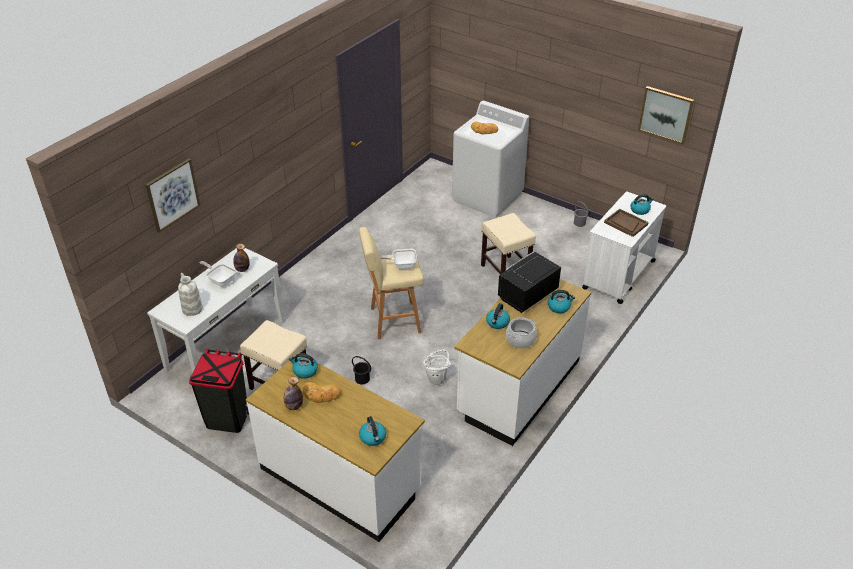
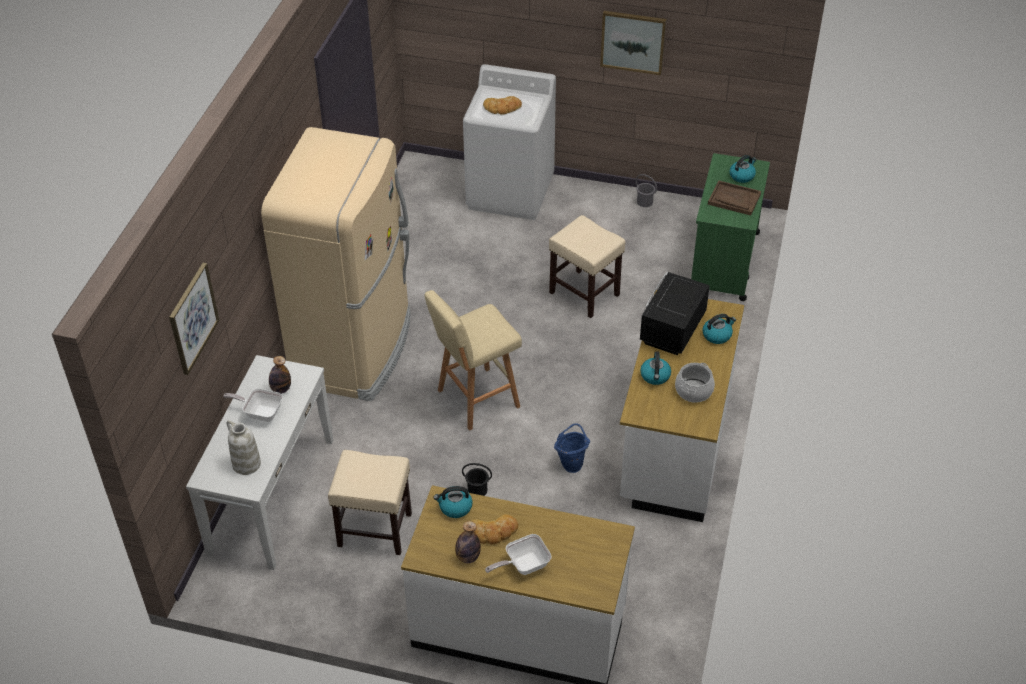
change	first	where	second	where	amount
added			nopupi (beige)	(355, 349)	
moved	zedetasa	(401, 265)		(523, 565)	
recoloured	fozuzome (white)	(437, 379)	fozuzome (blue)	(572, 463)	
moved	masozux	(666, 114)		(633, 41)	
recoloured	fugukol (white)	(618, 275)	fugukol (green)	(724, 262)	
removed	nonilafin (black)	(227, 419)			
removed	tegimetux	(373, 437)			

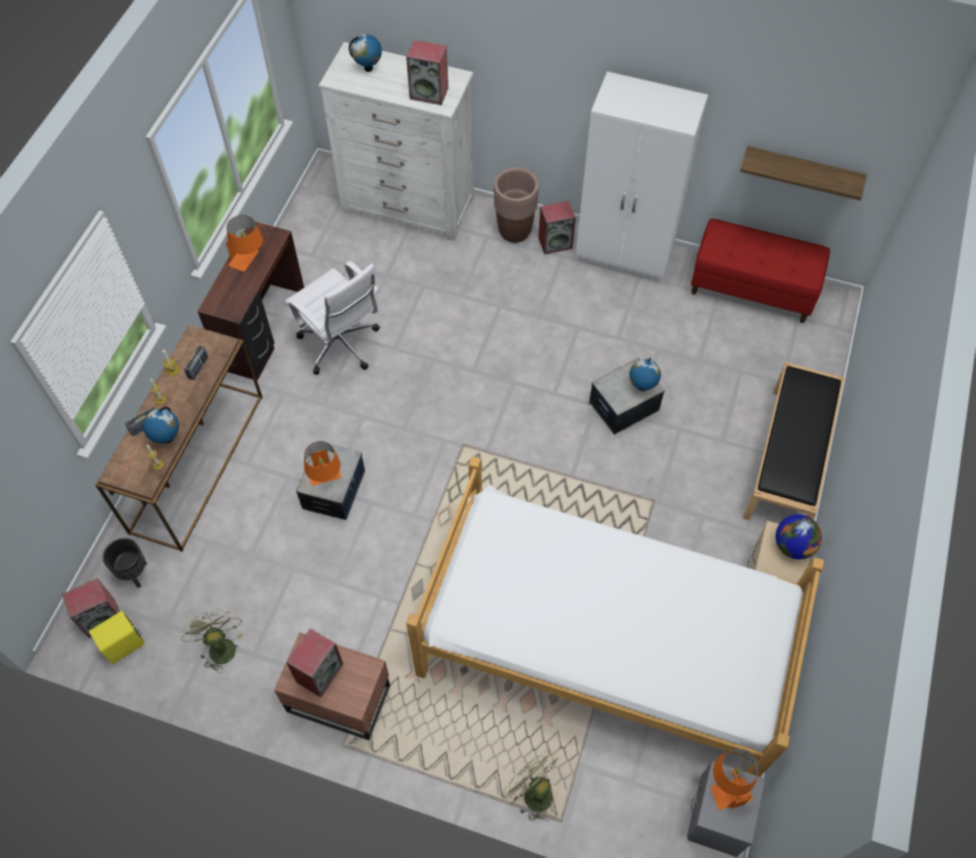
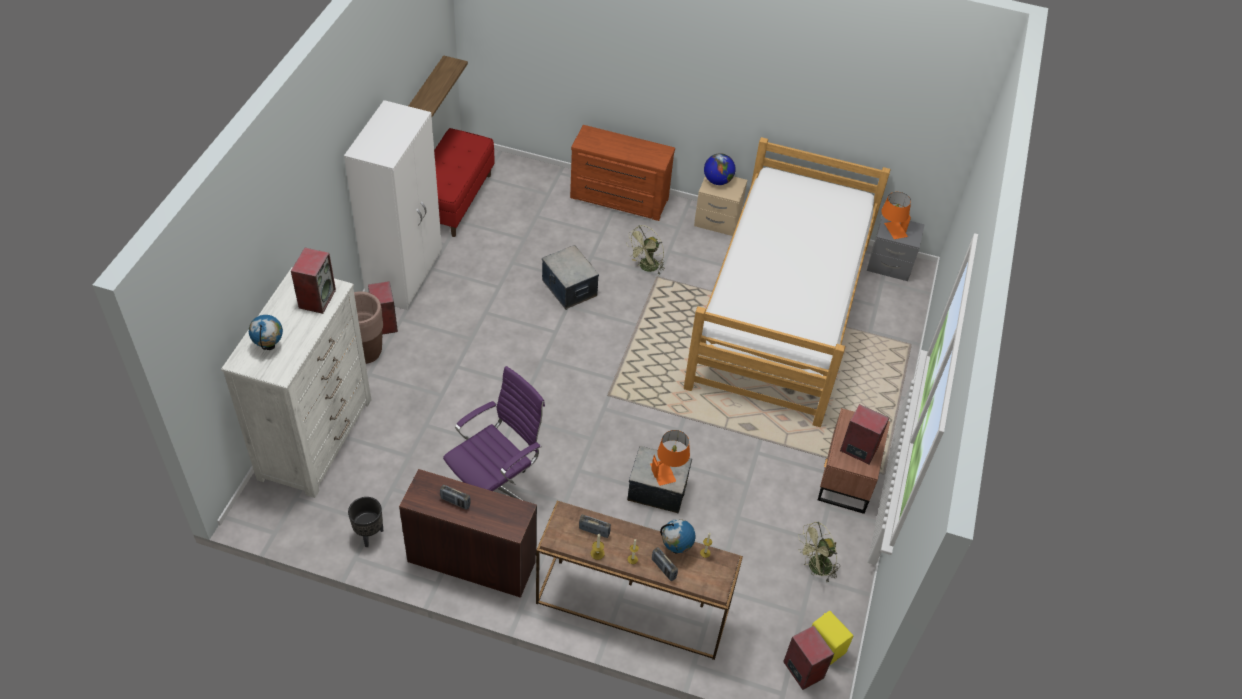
change	first	where	second	where	amount
moved	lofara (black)	(135, 574)		(369, 534)	
replaced	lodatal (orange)	(249, 260)	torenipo	(455, 502)	
recoloured	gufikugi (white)	(342, 346)	gufikugi (purple)	(496, 490)	
replaced	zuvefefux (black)	(788, 460)	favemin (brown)	(618, 199)	
moved	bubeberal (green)	(532, 793)		(646, 267)	
removed	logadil	(642, 387)			

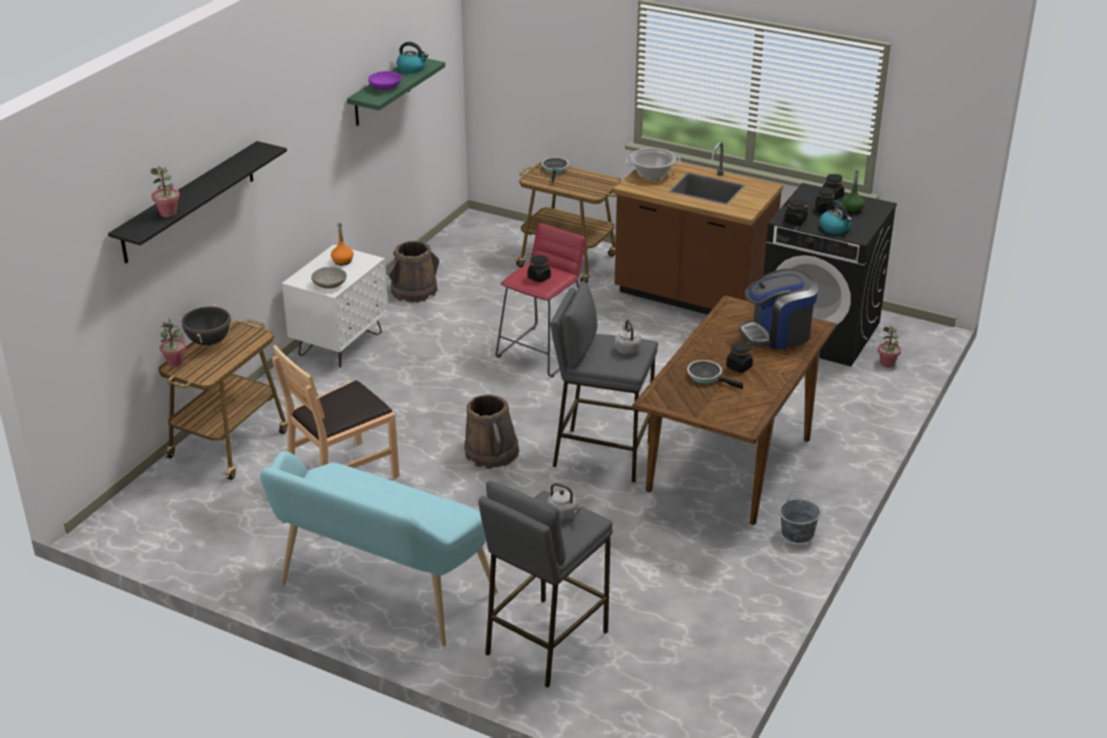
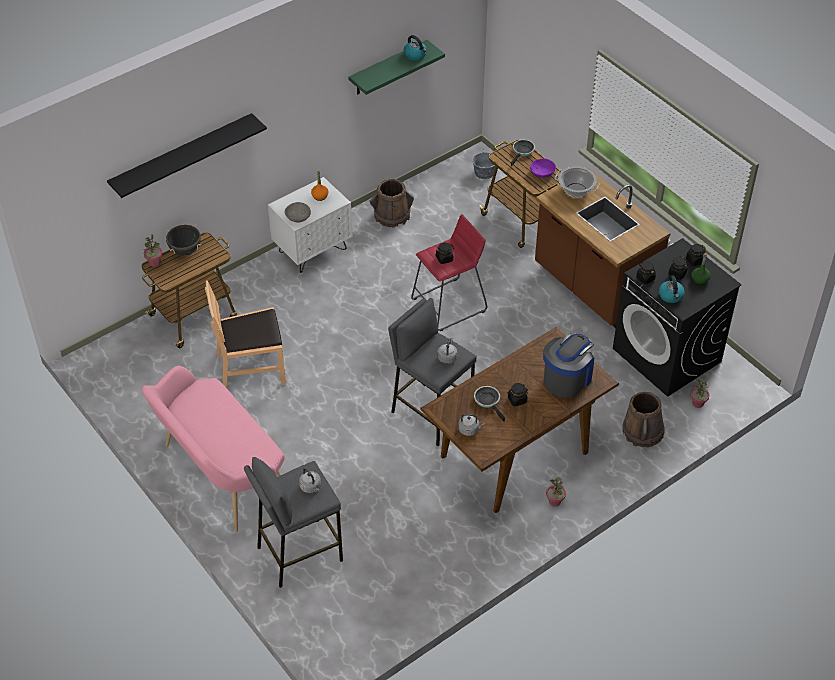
change	first	where	second	where	amount
recoloured	zuvefefux (turquoise)	(379, 593)	zuvefefux (pink)	(220, 475)	
added			tegimetux (grey)	(470, 429)	
moved	fozuzome (grey)	(797, 533)		(484, 173)	
moved	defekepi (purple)	(385, 87)		(542, 173)	
turned	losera	(777, 334)		(567, 378)	120 degrees clockwise
moved	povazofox	(168, 213)		(555, 501)	
moved	fozuzome (brown)	(491, 453)		(642, 431)	

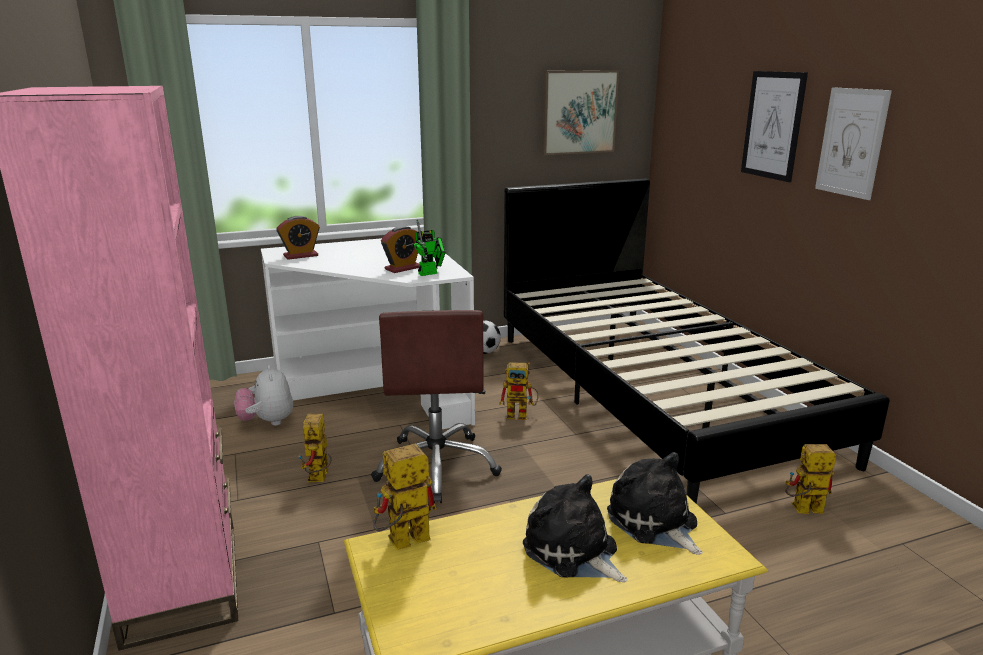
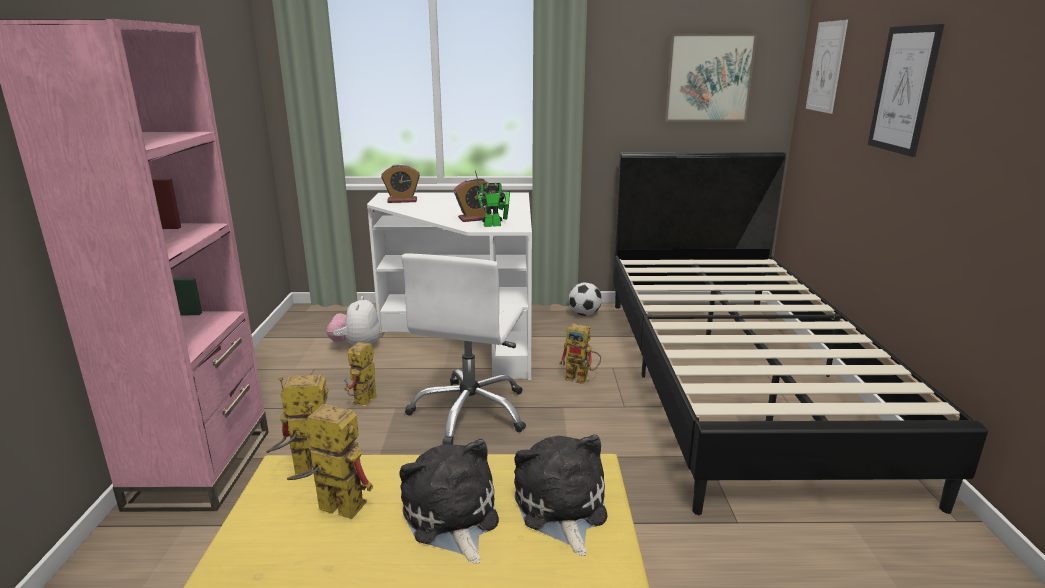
change	first	where	second	where	amount
moved	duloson	(802, 510)		(331, 506)	
recoloured	gufikugi (brown)	(437, 466)	gufikugi (white)	(470, 412)	
moved	masozux	(851, 142)		(826, 67)	

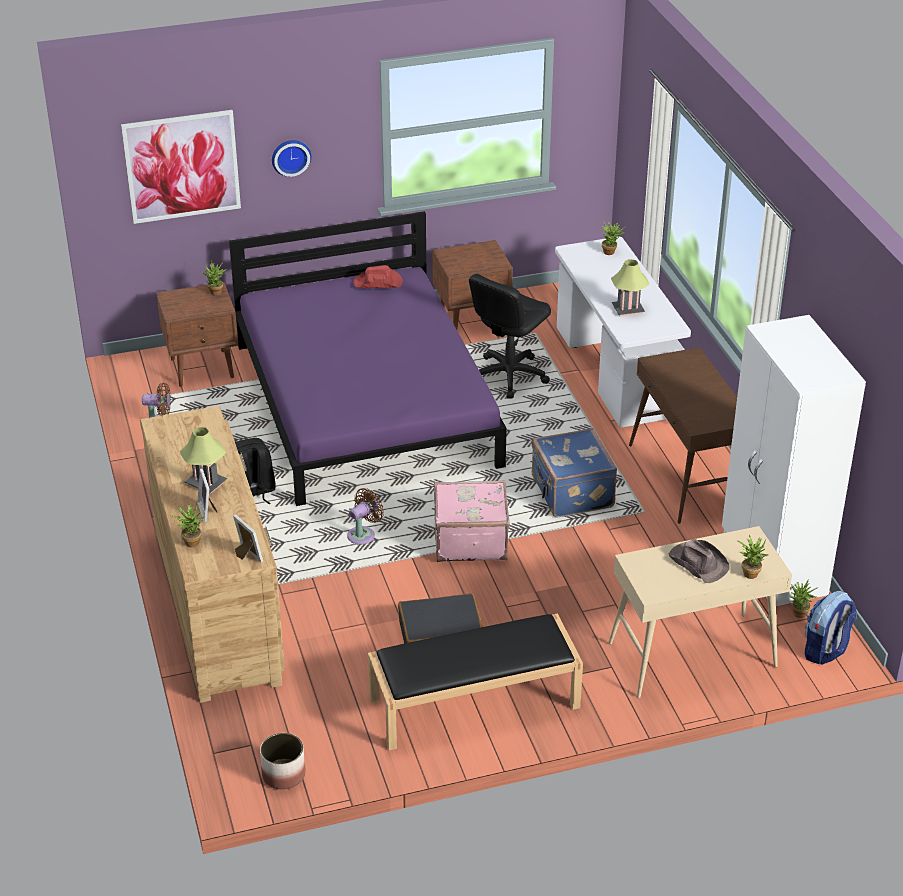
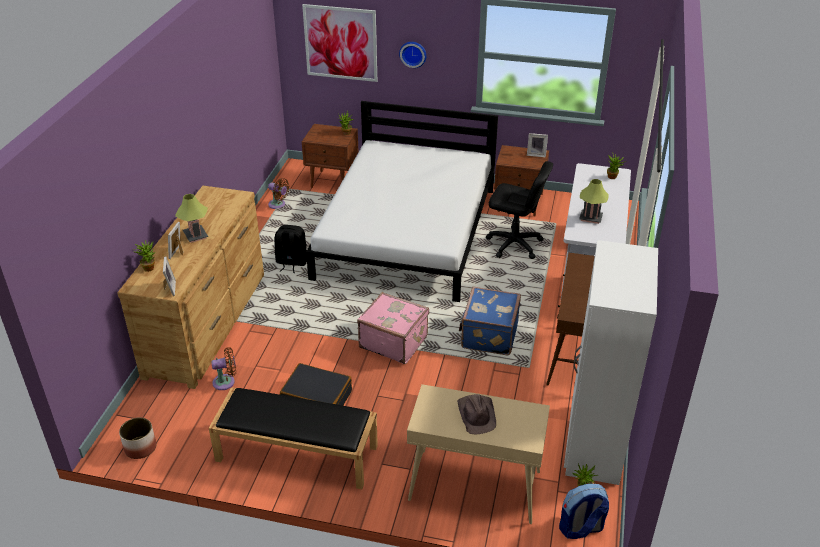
change	first	where	second	where	amount
moved	bubeberal (brown)	(363, 534)		(226, 382)	
recoloured	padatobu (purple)	(366, 404)	padatobu (white)	(408, 233)	
turned	gufikugi (black)	(509, 375)		(514, 244)	135 degrees counterclockwise
added			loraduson	(536, 154)	
removed	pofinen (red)	(378, 283)			
removed	povazofox	(749, 572)			

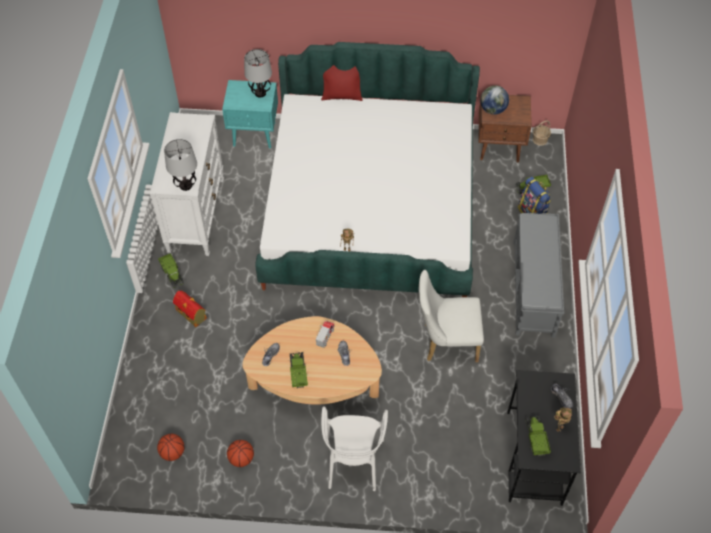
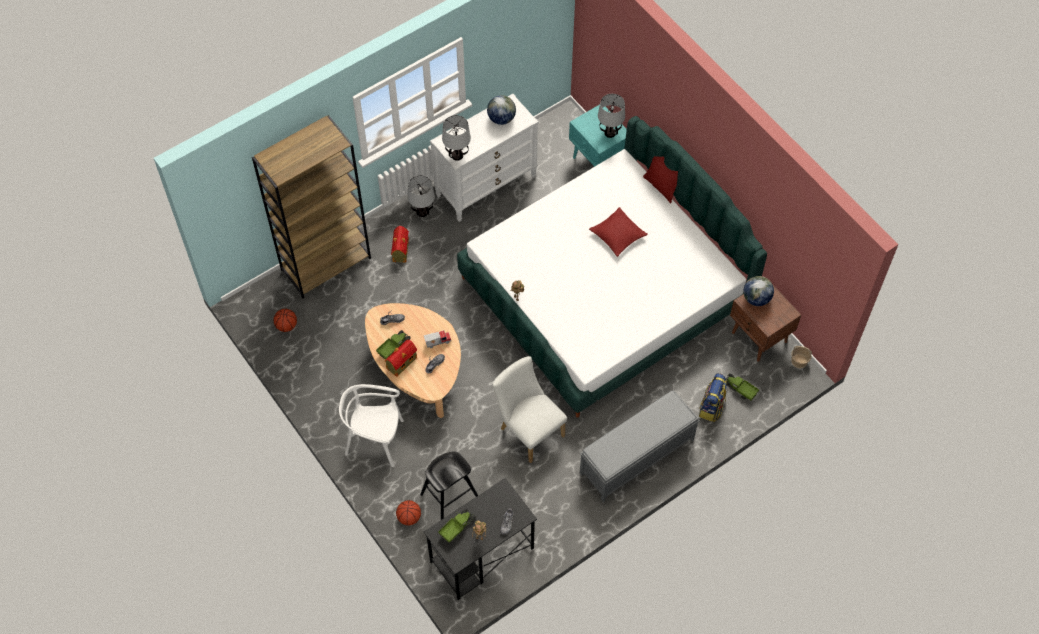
change	first	where	second	where	amount
added			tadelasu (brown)	(326, 263)	
turned	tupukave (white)	(353, 462)		(375, 440)	45 degrees clockwise
added			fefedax	(401, 363)	
moved	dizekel	(241, 459)		(409, 517)	
replaced	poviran	(172, 273)	lodatal	(423, 212)	
added			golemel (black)	(449, 495)	
added			logadil	(501, 118)	
added			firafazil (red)	(618, 235)	

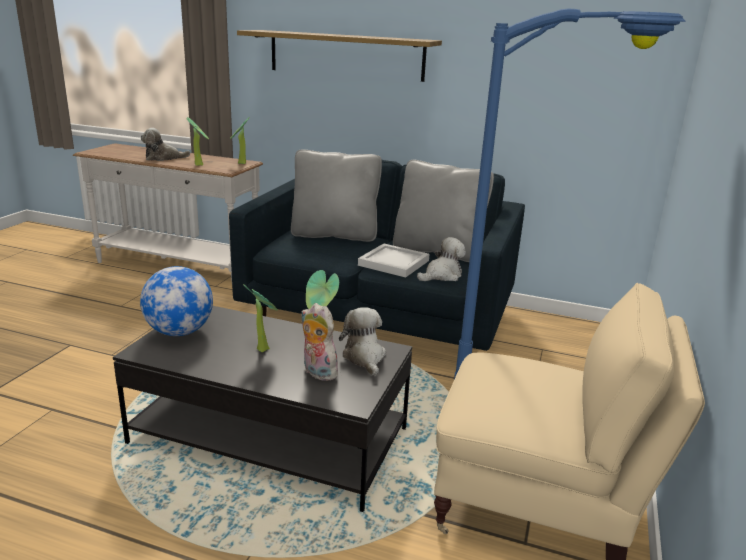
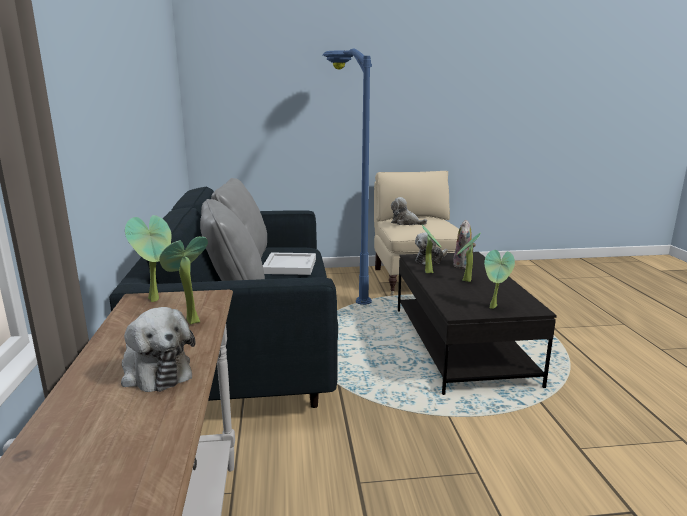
change	first	where	second	where	amount
moved	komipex	(442, 275)		(405, 223)	
replaced	logadil	(179, 332)	povazofox	(494, 307)	
removed	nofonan	(346, 55)			

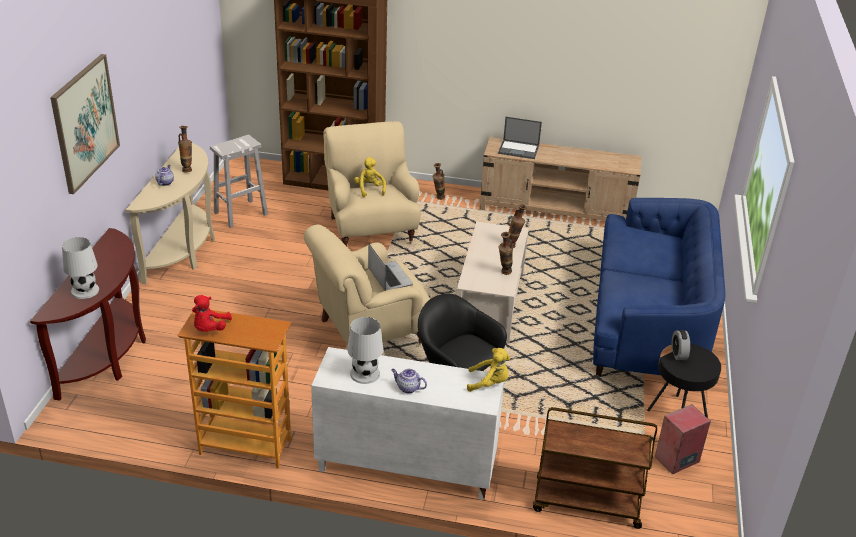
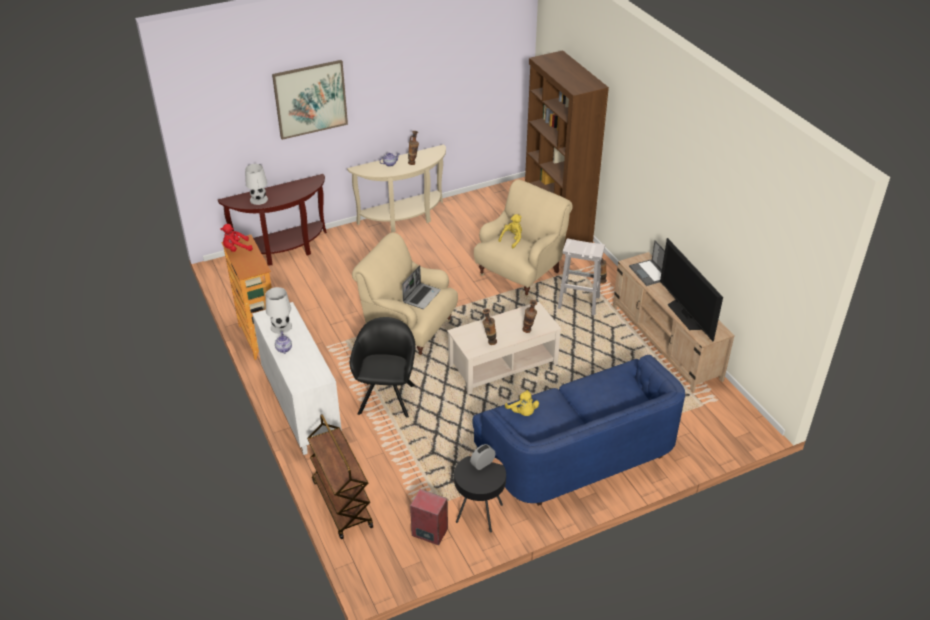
change	first	where	second	where	amount
moved	komipex (yellow)	(489, 383)		(522, 412)	
moved	golemel (white)	(240, 214)		(577, 302)	
added			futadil	(686, 315)	

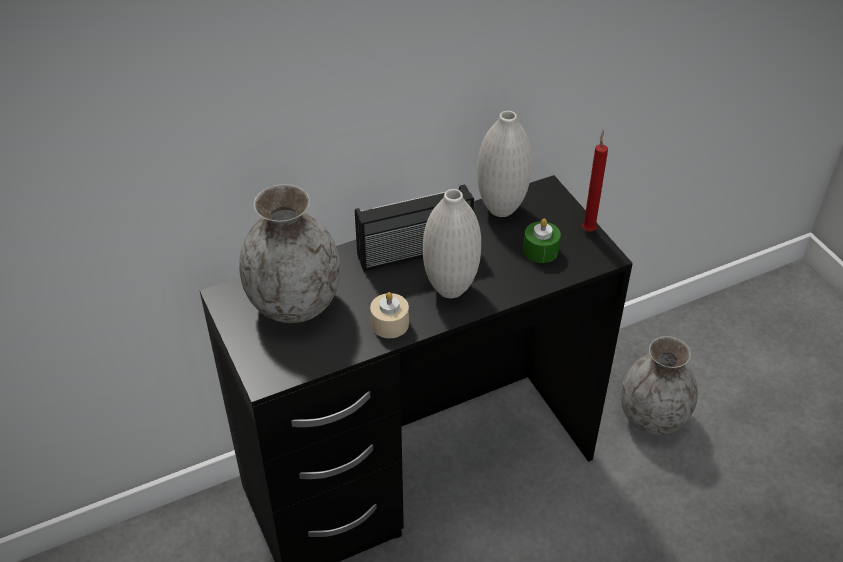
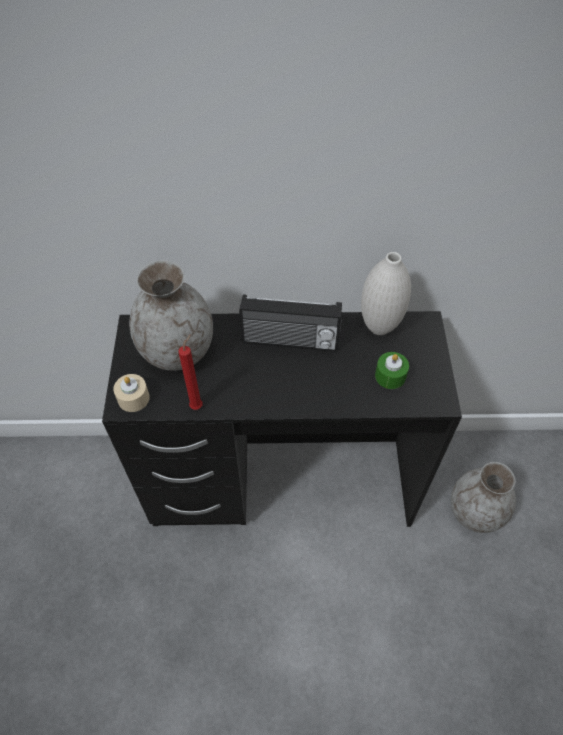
change	first	where	second	where	amount
moved	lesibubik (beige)	(390, 324)		(133, 398)	
moved	lesibubik (red)	(589, 229)		(198, 405)	
removed	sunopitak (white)	(450, 289)			

